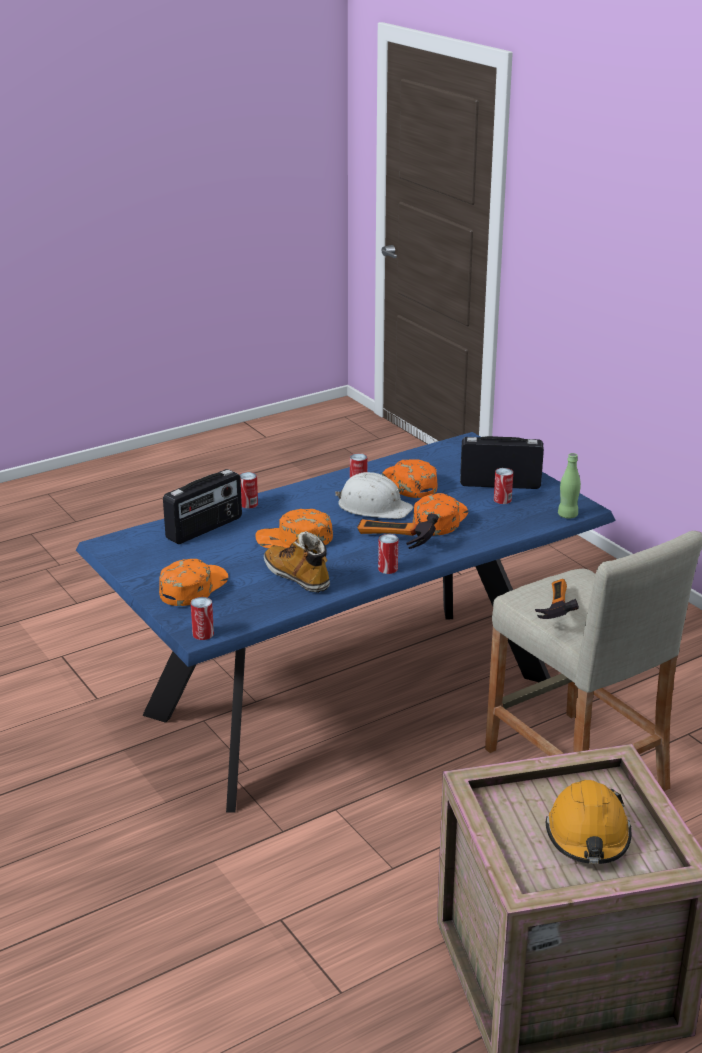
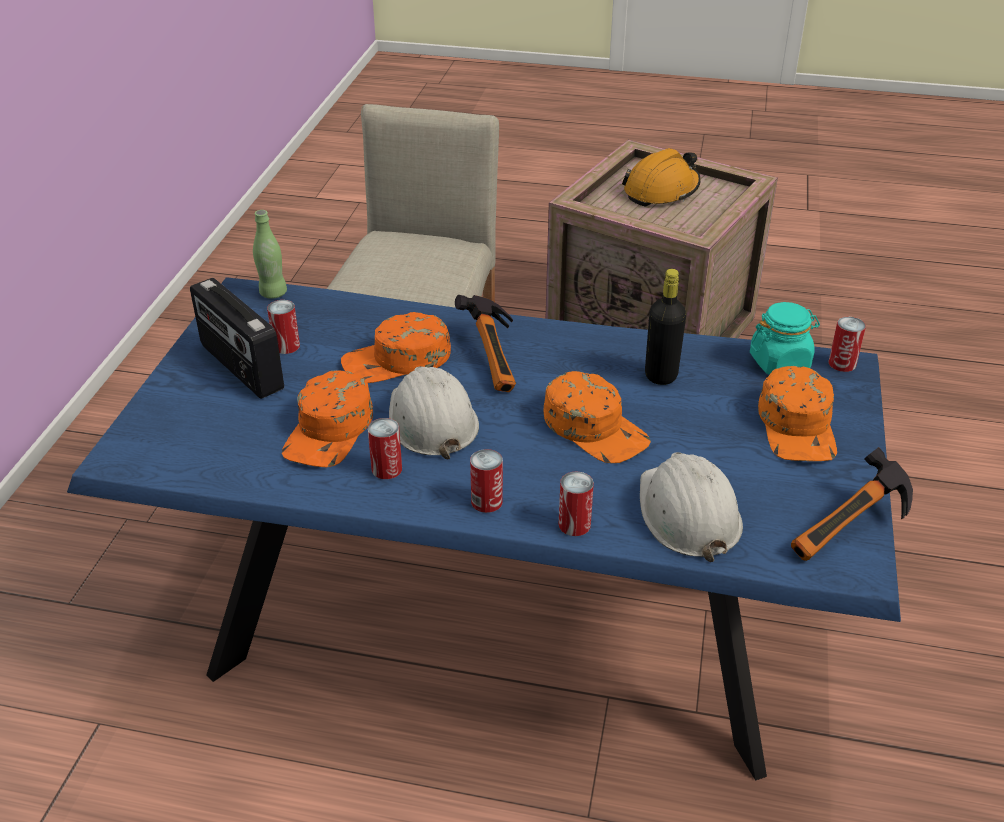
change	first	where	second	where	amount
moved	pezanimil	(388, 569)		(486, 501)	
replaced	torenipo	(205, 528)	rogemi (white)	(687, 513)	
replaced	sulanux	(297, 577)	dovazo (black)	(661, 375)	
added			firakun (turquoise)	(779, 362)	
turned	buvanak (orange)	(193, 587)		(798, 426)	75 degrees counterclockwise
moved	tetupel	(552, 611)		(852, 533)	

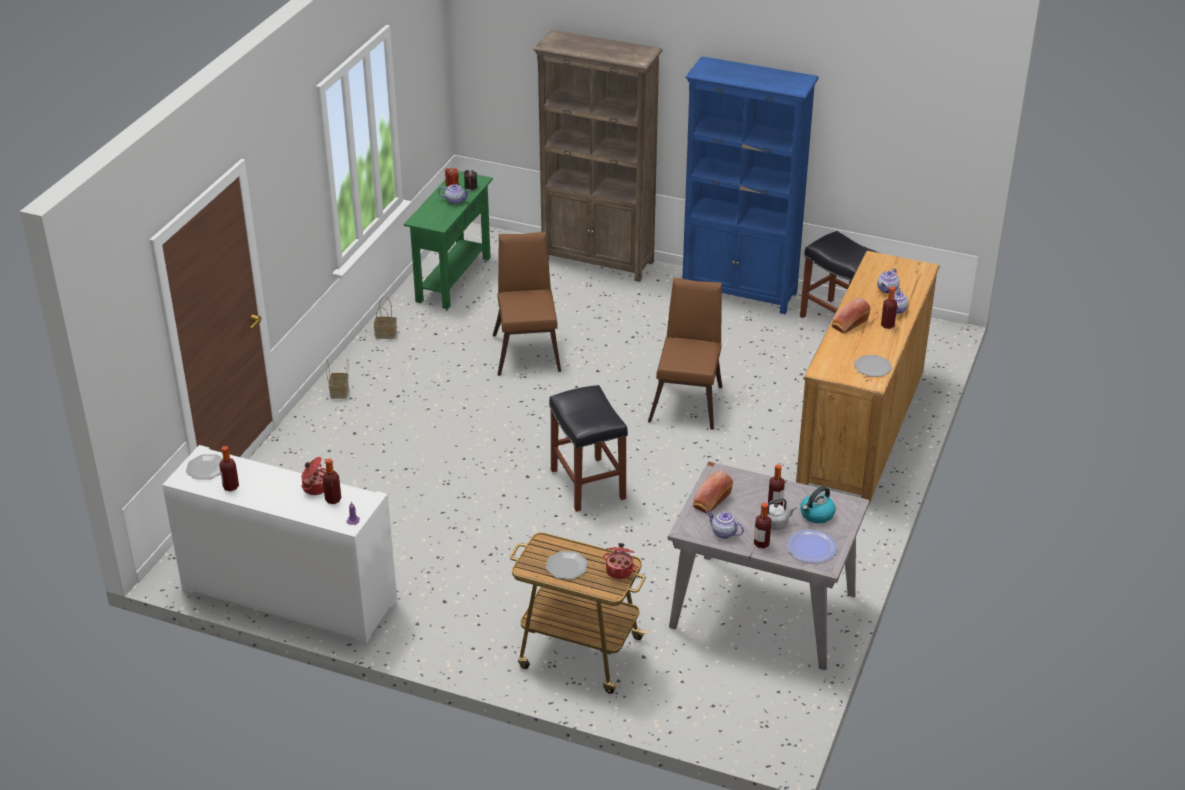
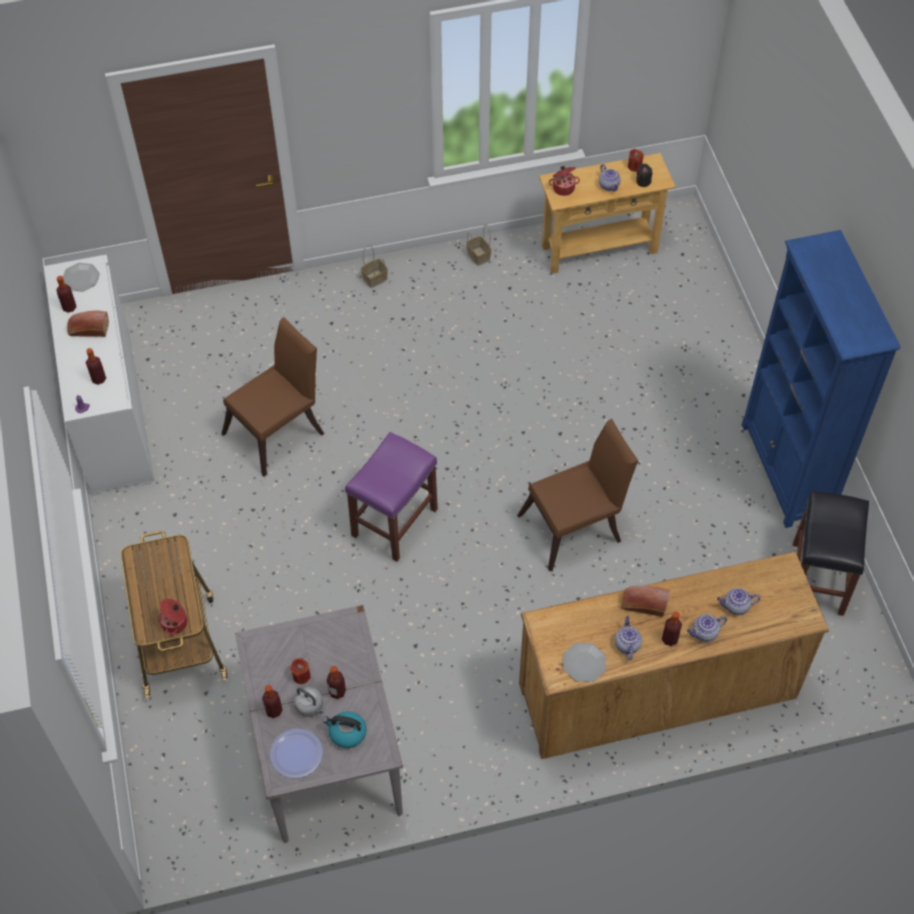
change	first	where	second	where	amount
moved	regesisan	(711, 501)		(88, 330)	
moved	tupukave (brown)	(527, 349)		(279, 431)	
added			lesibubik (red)	(301, 676)	
recoloured	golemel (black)	(589, 485)	golemel (purple)	(394, 523)	
recoloured	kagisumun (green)	(453, 279)	kagisumun (beige)	(599, 249)	
moved	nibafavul	(315, 487)		(563, 187)	
moved	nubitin	(723, 533)		(627, 644)	
removed	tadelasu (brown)	(598, 261)			
removed	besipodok	(566, 566)			

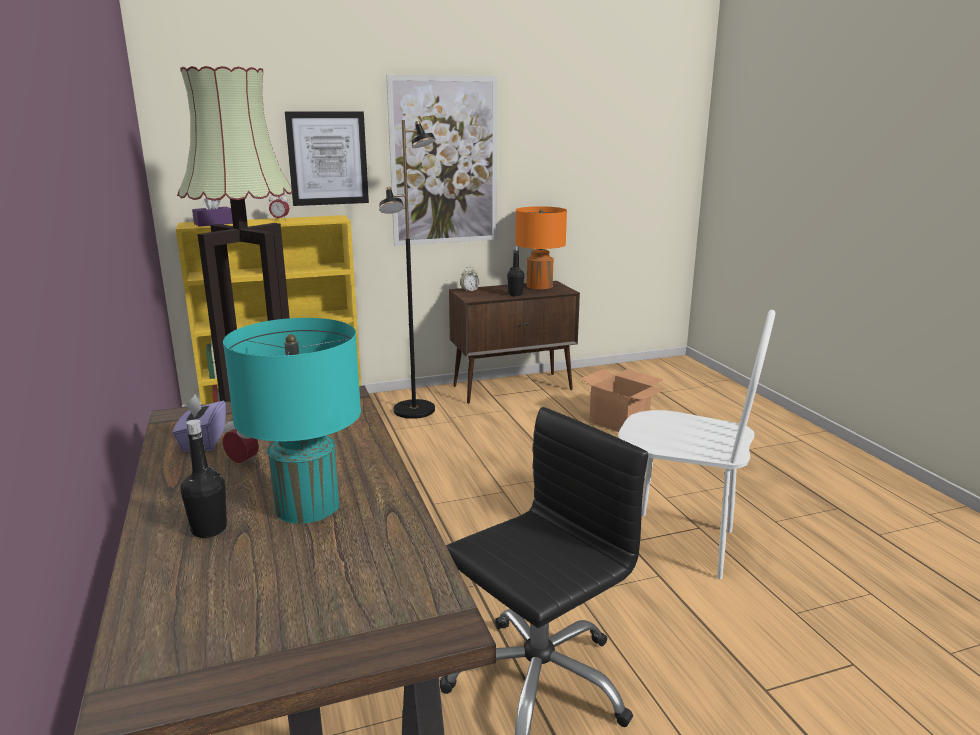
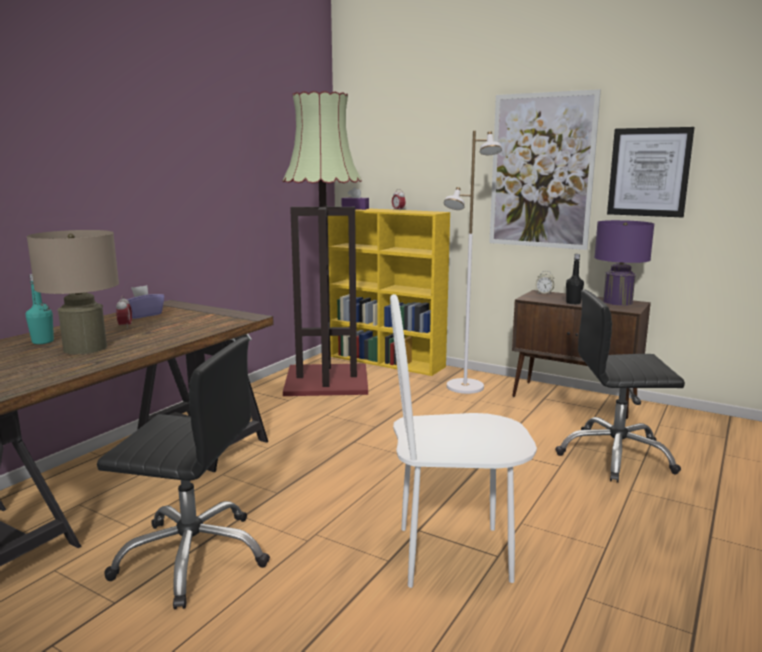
change	first	where	second	where	amount
recoloured	dovazo (black)	(209, 529)	dovazo (turquoise)	(43, 342)	
recoloured	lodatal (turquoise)	(307, 506)	lodatal (beige)	(85, 348)	
turned	tupukave (white)	(679, 543)		(453, 554)	105 degrees clockwise
recoloured	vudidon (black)	(415, 410)	vudidon (white)	(465, 387)	
replaced	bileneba	(618, 421)	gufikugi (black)	(615, 456)	
recoloured	lodatal (orange)	(539, 286)	lodatal (purple)	(617, 302)	
moved	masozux	(327, 158)		(649, 172)	

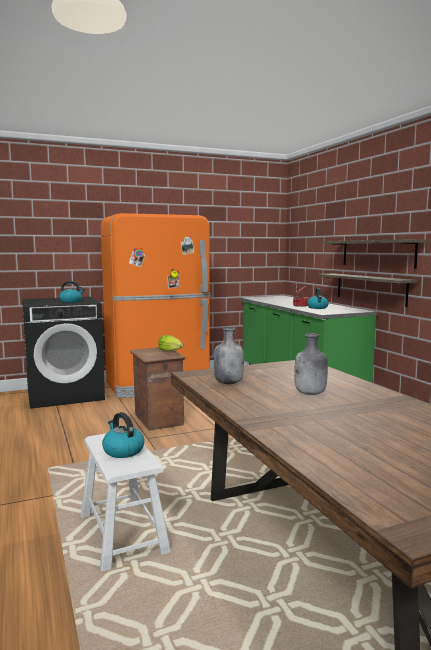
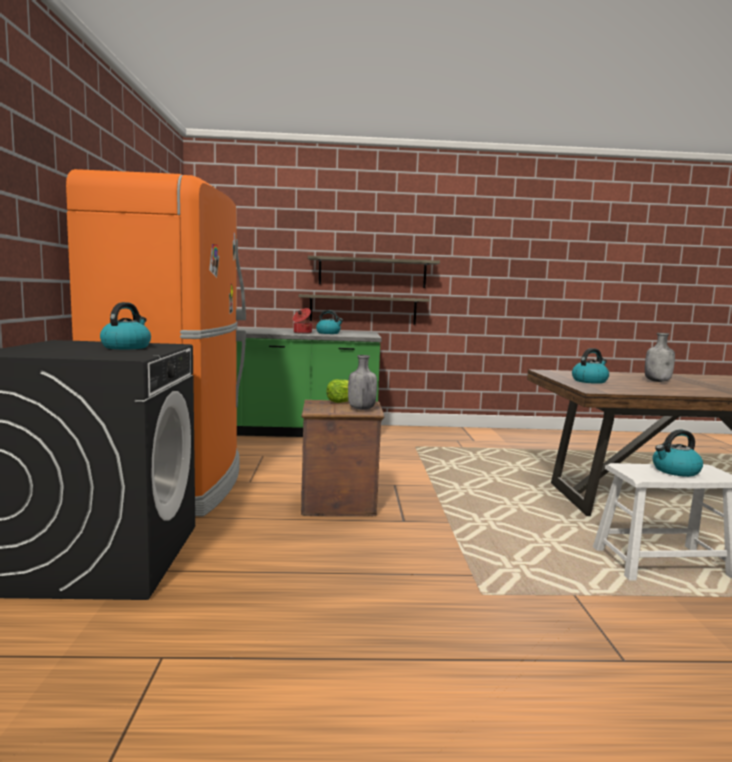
change	first	where	second	where	amount
moved	dovazo (grey)	(228, 383)		(361, 409)	
added			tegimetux	(589, 381)	

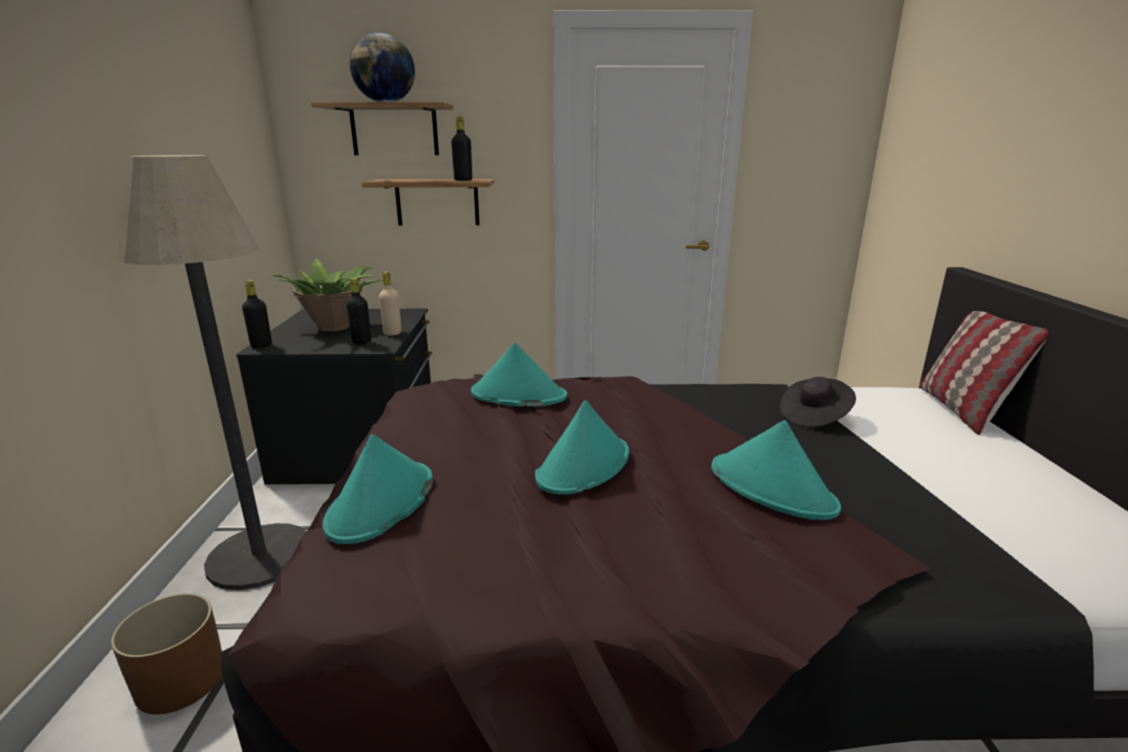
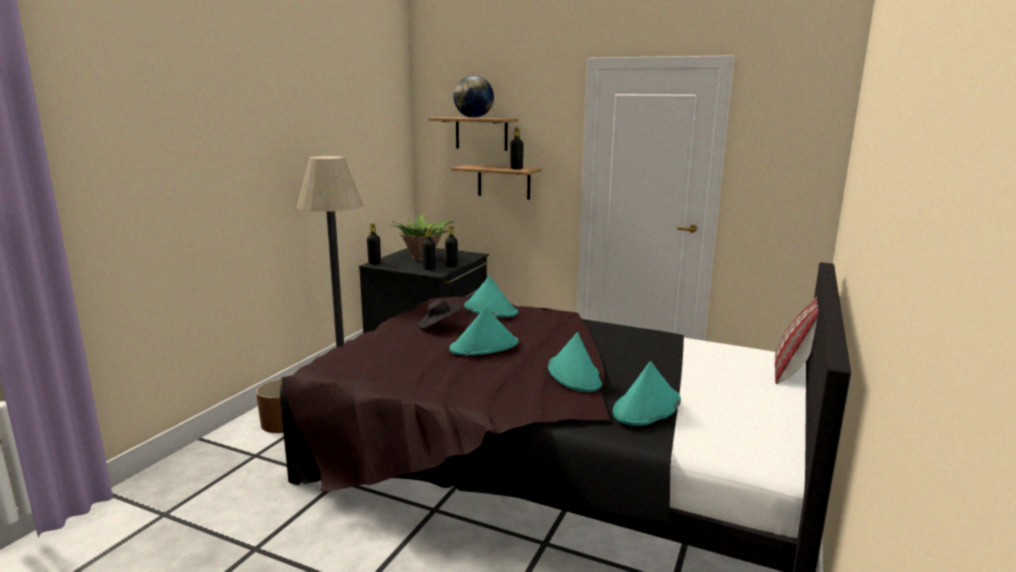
change	first	where	second	where	amount
moved	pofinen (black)	(814, 417)		(438, 325)	
recoloured	dovazo (beige)	(392, 333)	dovazo (black)	(451, 266)	
moved	pofinen (turquoise)	(381, 503)		(646, 407)	

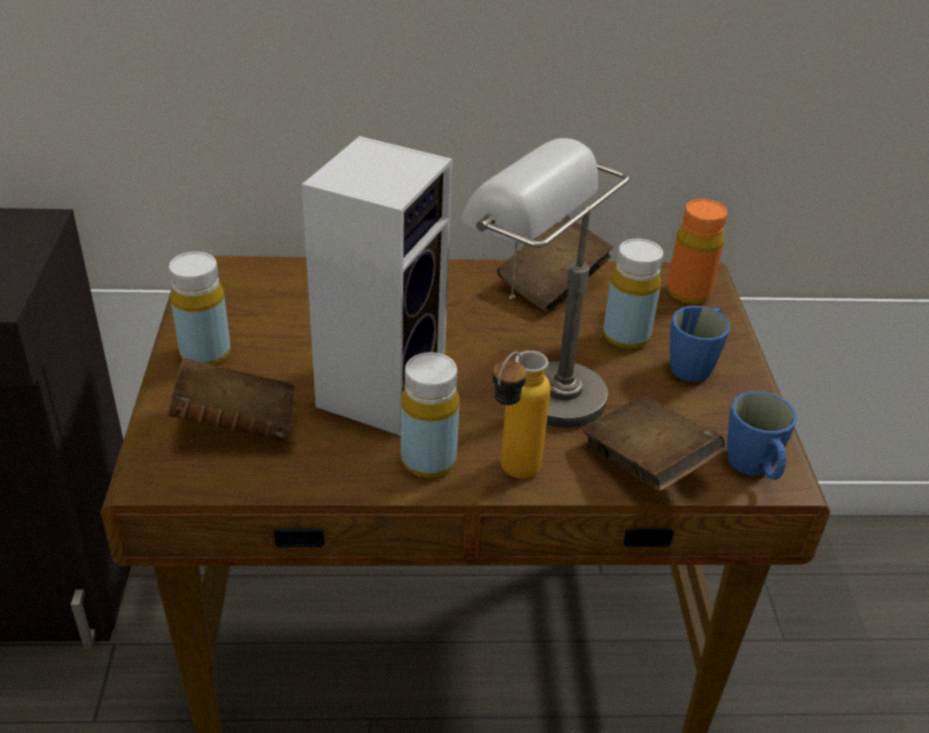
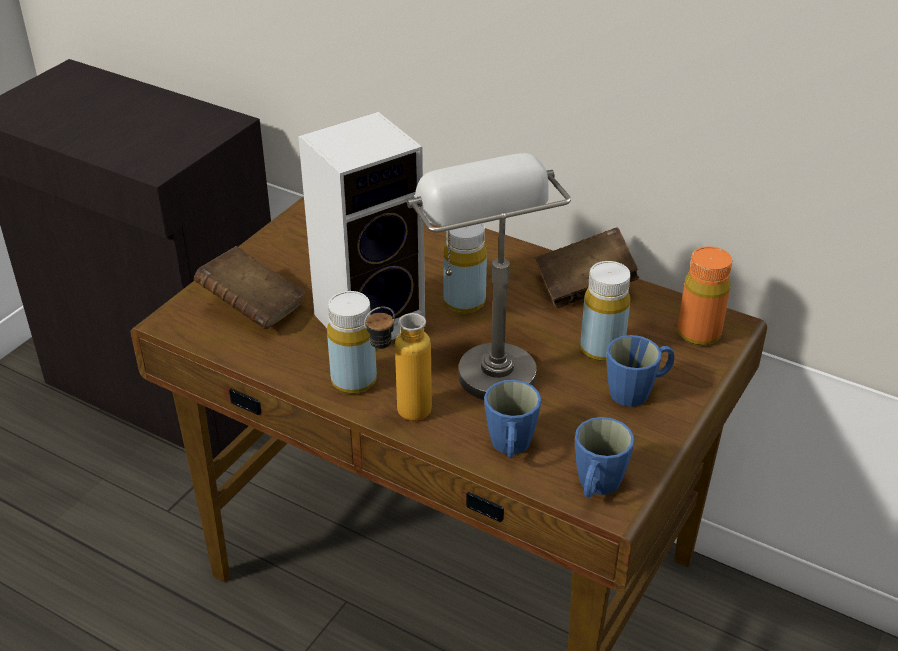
change	first	where	second	where	amount
moved	dovazo (yellow)	(205, 353)		(464, 302)	
replaced	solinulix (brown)	(646, 464)	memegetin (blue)	(510, 448)	

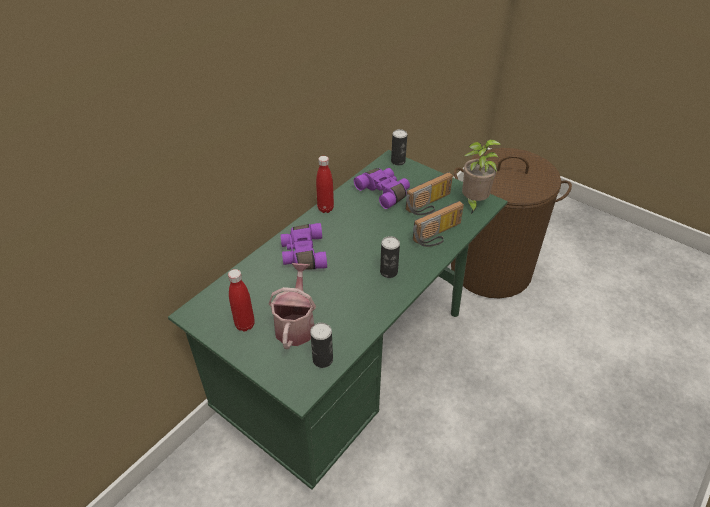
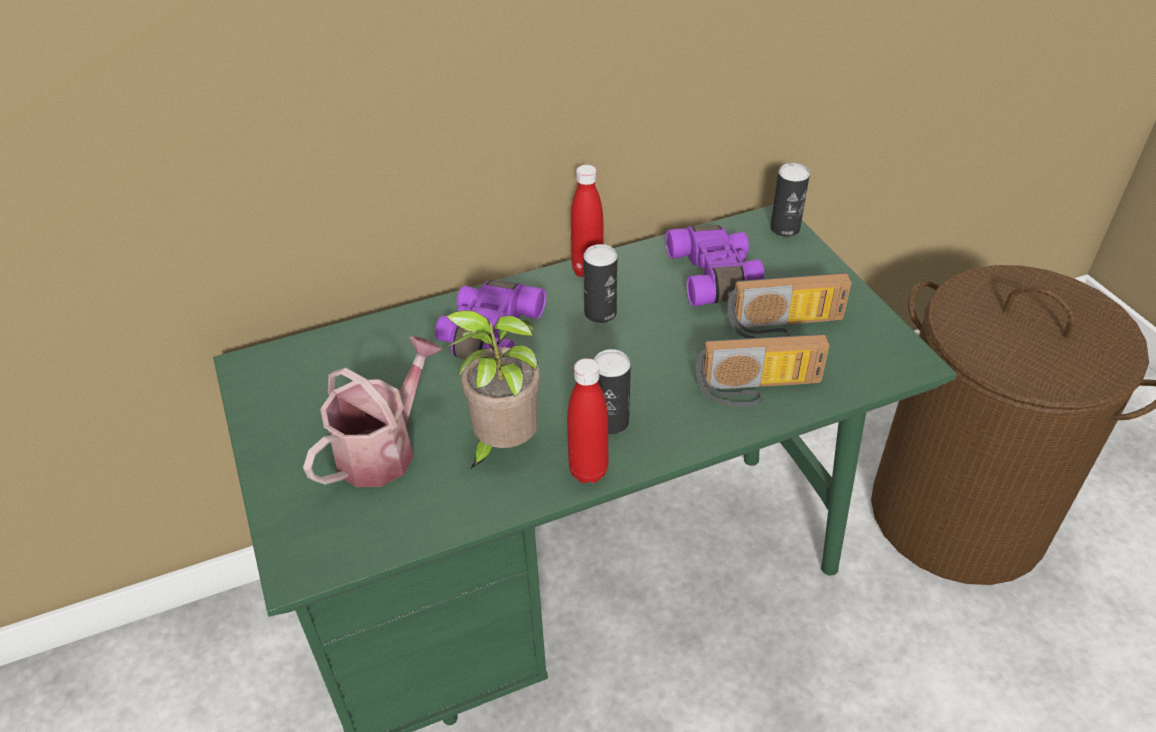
change	first	where	second	where	amount
moved	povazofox	(473, 203)		(503, 445)	
moved	dovazo (red)	(245, 325)		(588, 471)	
moved	pezanimil	(322, 359)		(600, 313)	

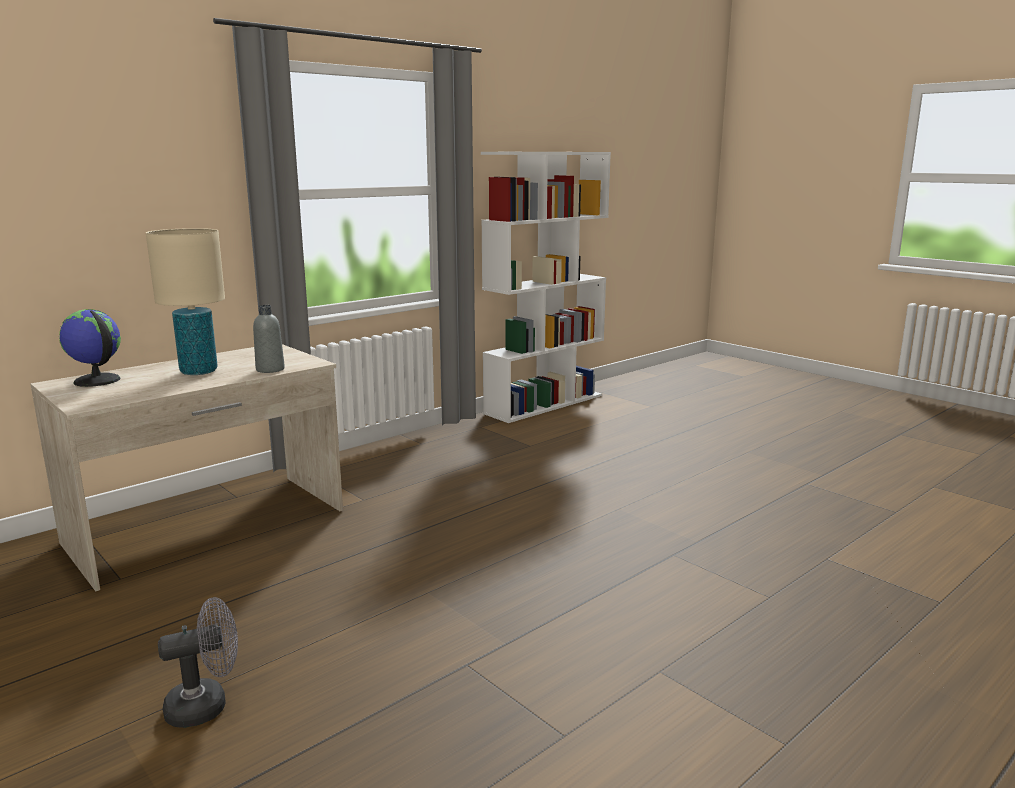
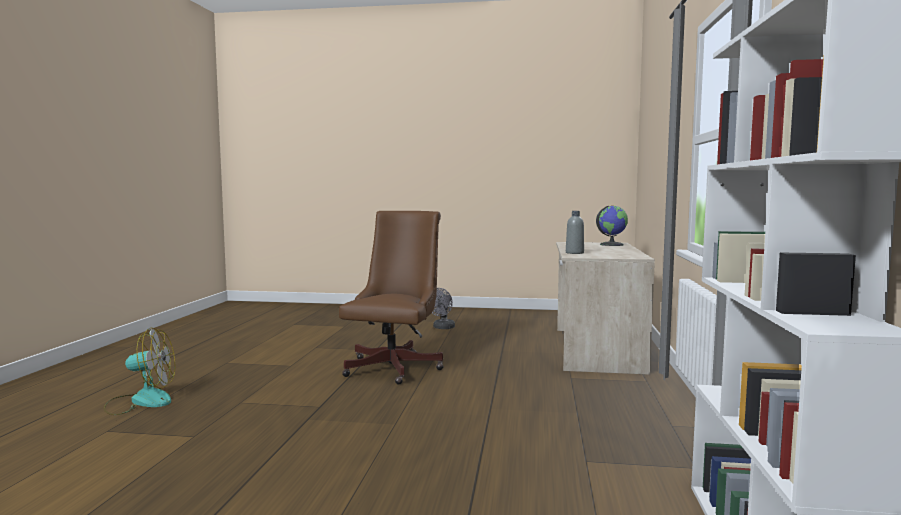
change	first	where	second	where	amount
added			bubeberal	(141, 401)	
added			gufikugi (brown)	(396, 366)	
removed	lodatal (beige)	(198, 372)			

